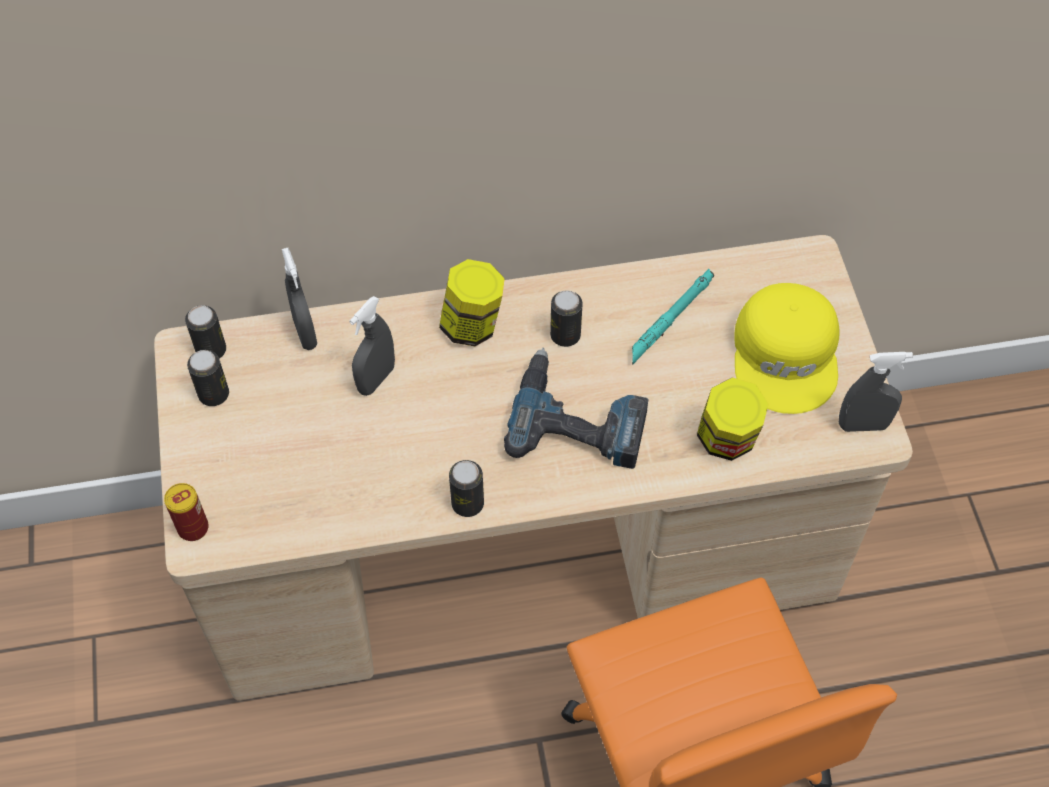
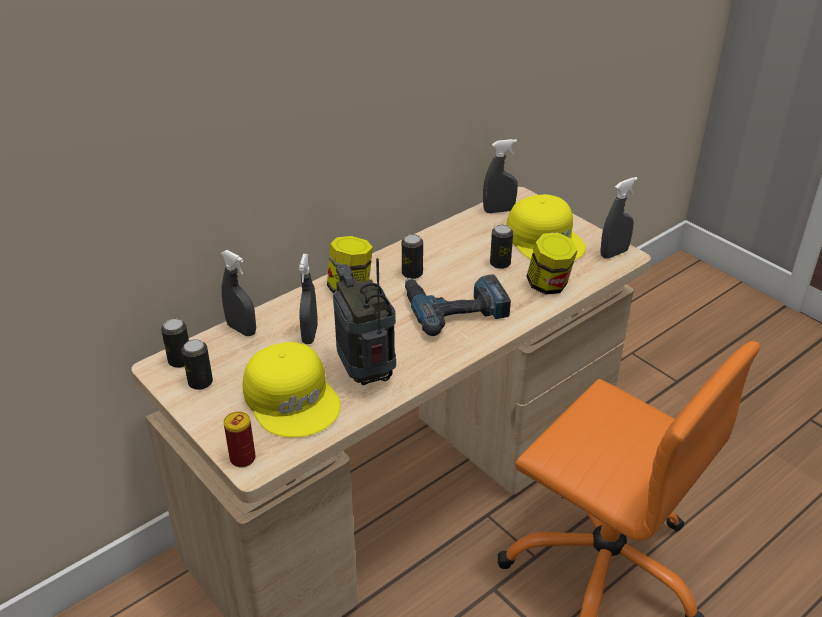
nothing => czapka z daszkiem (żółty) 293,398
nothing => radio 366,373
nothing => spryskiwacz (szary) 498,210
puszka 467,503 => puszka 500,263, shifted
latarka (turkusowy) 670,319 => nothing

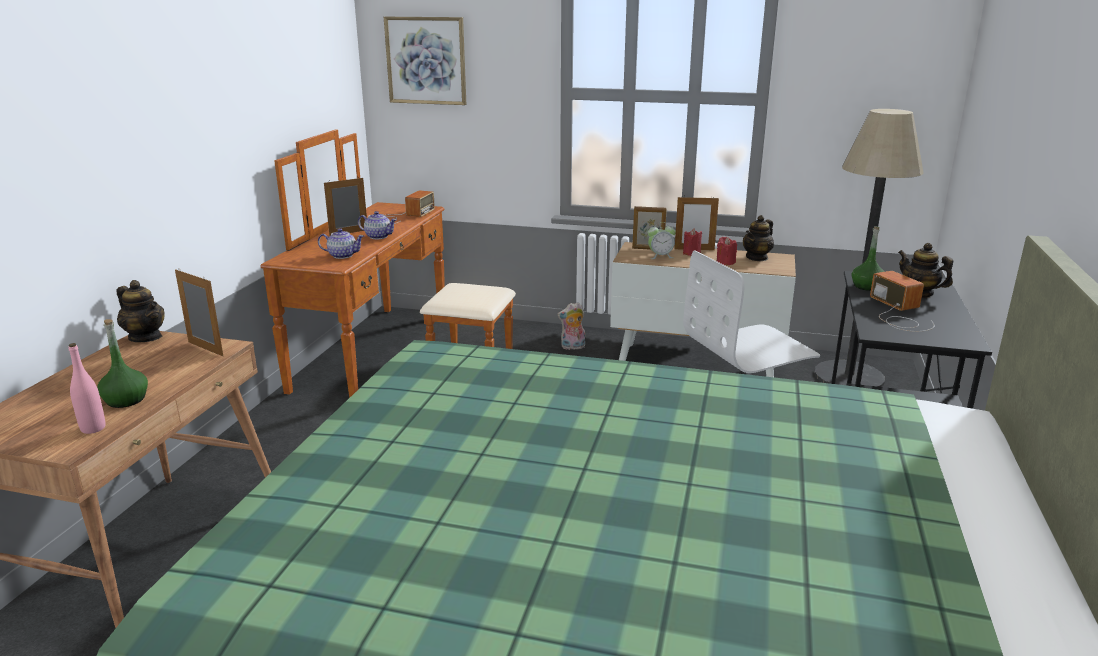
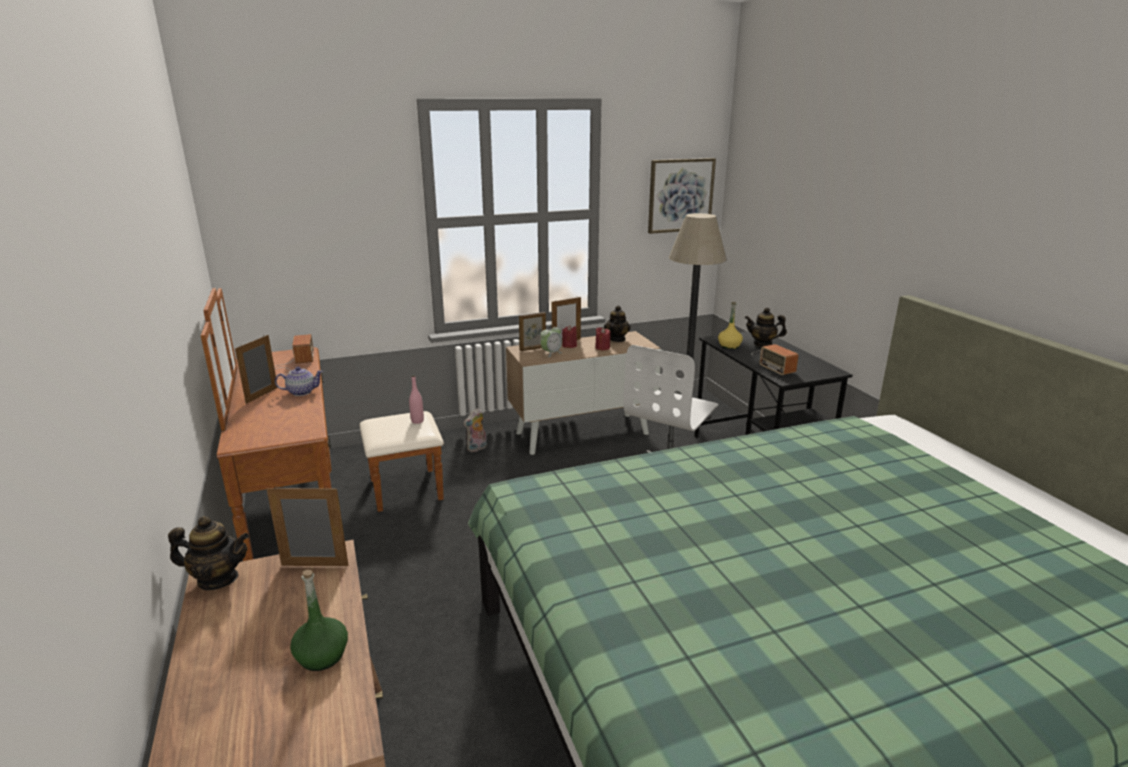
butelka (różowy) 93,428 => butelka (różowy) 417,421, shifted
obraz 426,60 => obraz 680,195, shifted
butelka (zielony) 866,286 => butelka (żółty) 729,346
radio 898,313 => radio 774,361, 150 degrees counterclockwise
imbryk 342,255 => nothing

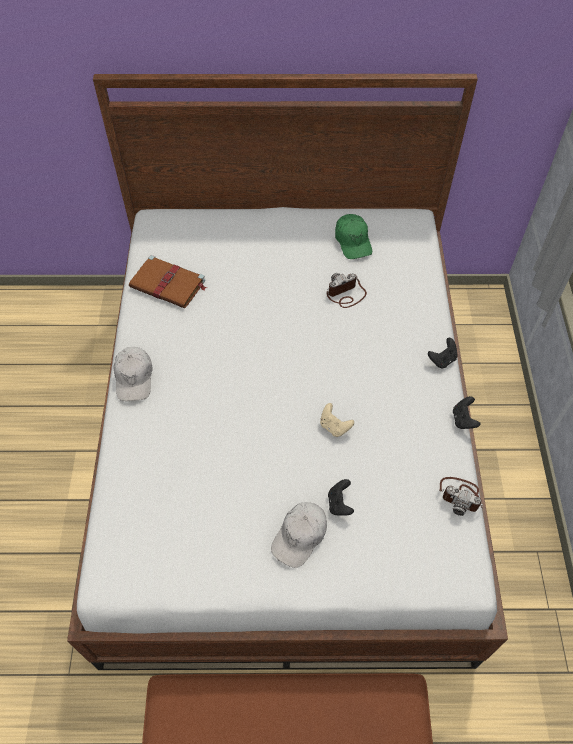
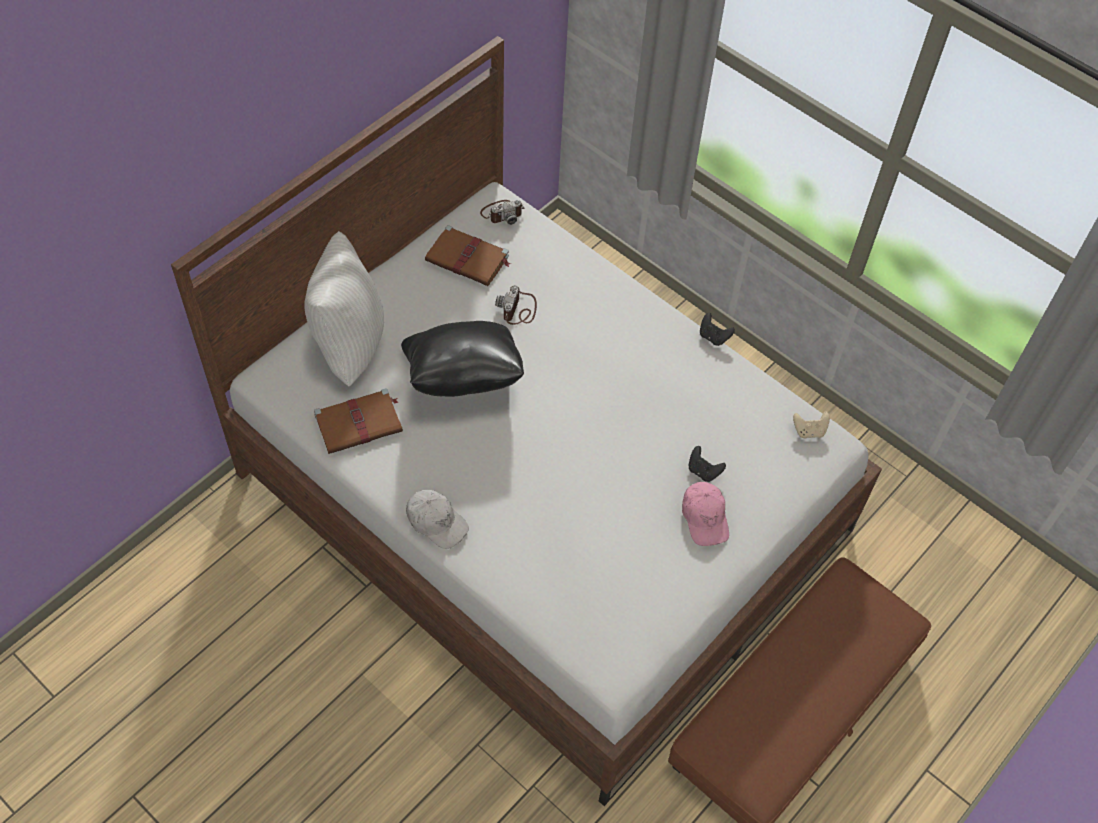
nothing => poduszka (biały) 348,345
nothing => poduszka (czarny) 462,382
czapka z daszkiem (zielony) 353,241 => książka (brązowy) 468,259
aparat fotograficzny 460,495 => aparat fotograficzny 502,213, shifted
czapka z daszkiem (biały) 300,536 => czapka z daszkiem (różowy) 705,517
pad do gier (beżowy) 334,426 => pad do gier (beżowy) 809,431, shifted
pad do gier (czarny) 442,360 => nothing

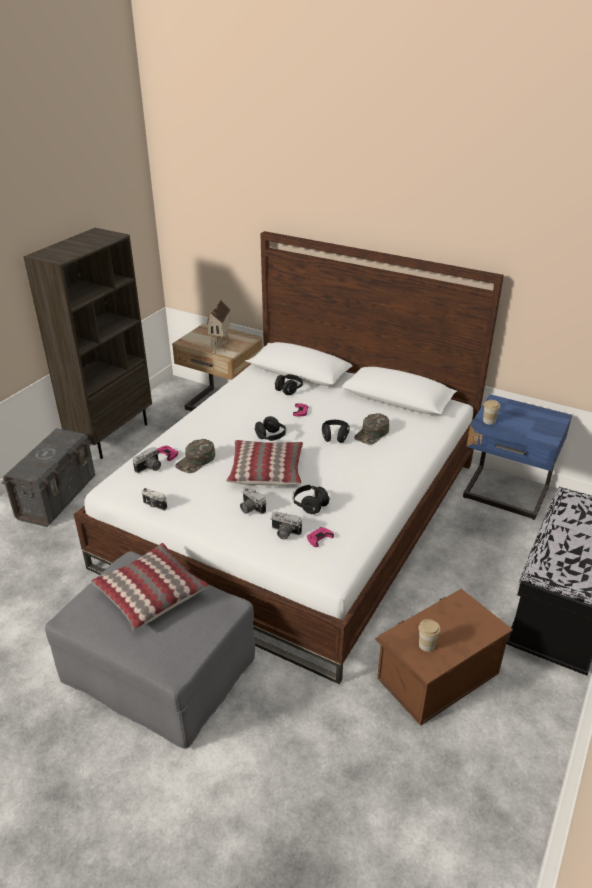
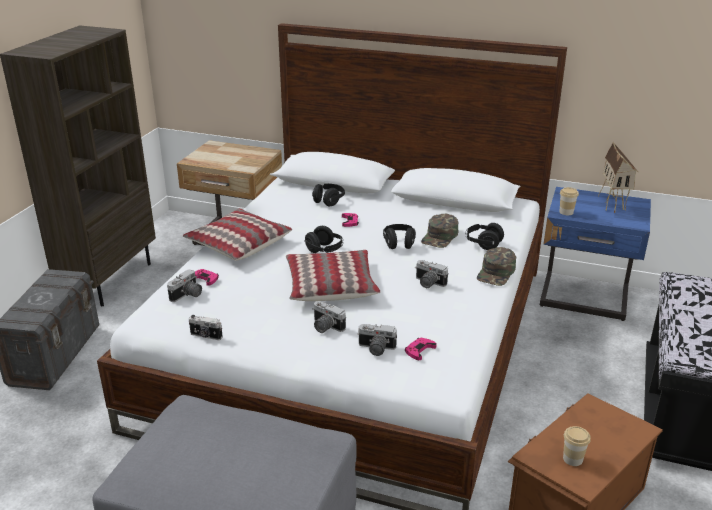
poduszka 150,593 => poduszka 238,244, shifted
nothing => aparat fotograficzny 428,283
słuchawki (czarny) 310,505 => słuchawki (czarny) 483,244, shifted
czapka z daszkiem (zielony) 196,461 => czapka z daszkiem (zielony) 496,273, shifted
domek 221,347 => domek 613,205, shifted

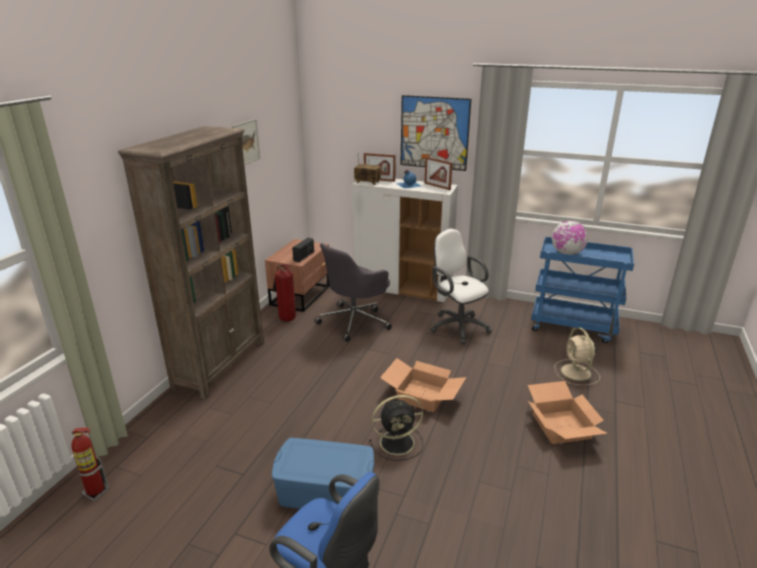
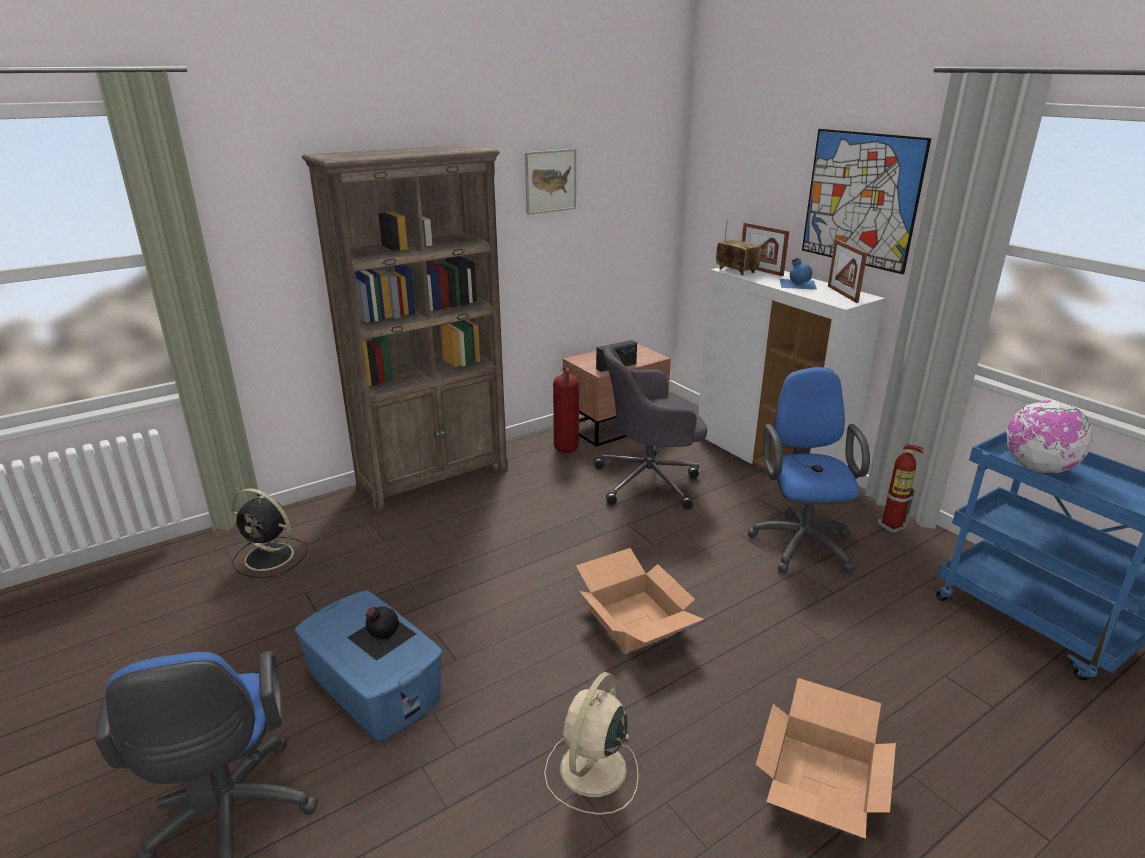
wentylator (czarny) 398,442 => wentylator (czarny) 271,557, shifted
nothing => butelka (czarny) 380,635
wentylator (beżowy) 576,373 => wentylator (beżowy) 591,771, shifted
krzesło biurowe (biały) 457,326 => krzesło biurowe (niebieski) 801,541
gaśnica 96,492 => gaśnica 892,526, shifted

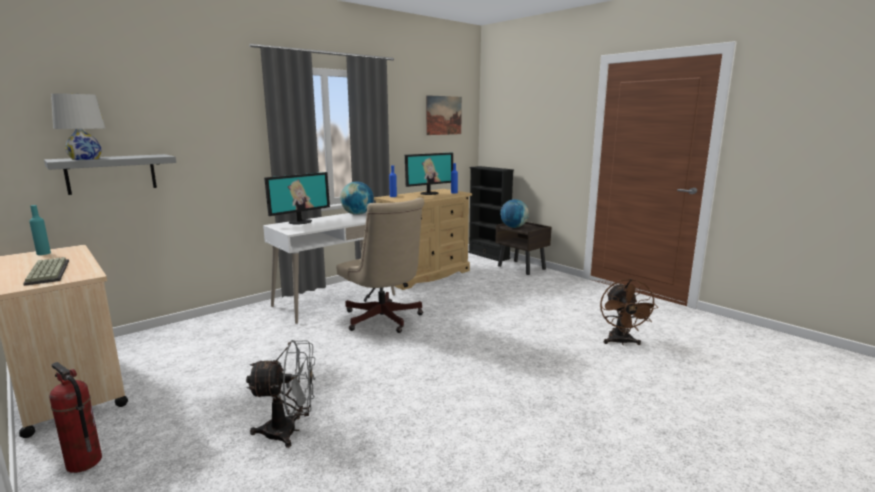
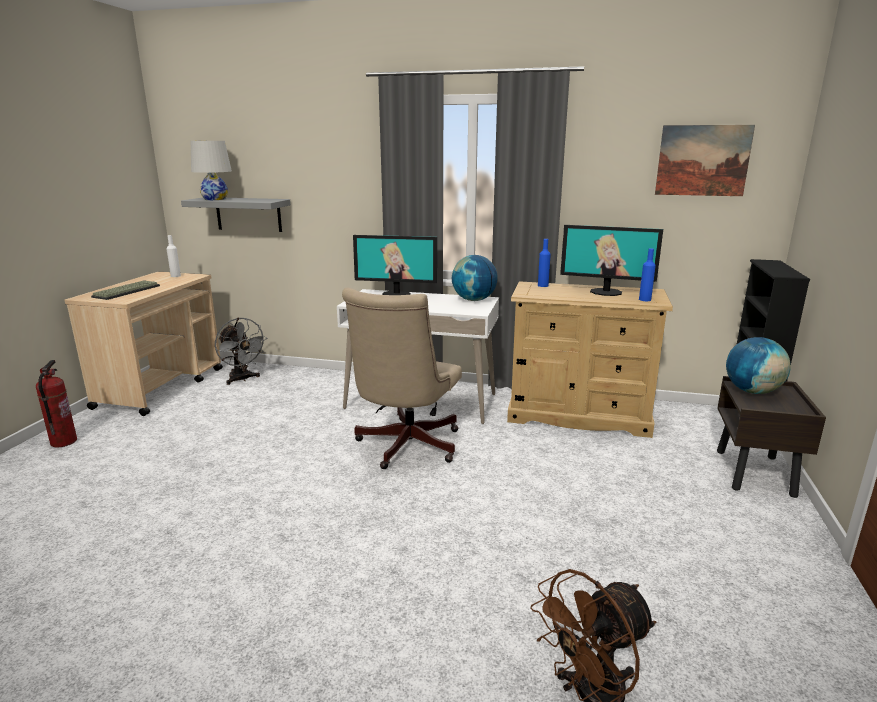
butelka (turkusowy) 43,253 => butelka (biały) 175,276
wentylator (szary) 289,431 => wentylator (szary) 242,379, shifted

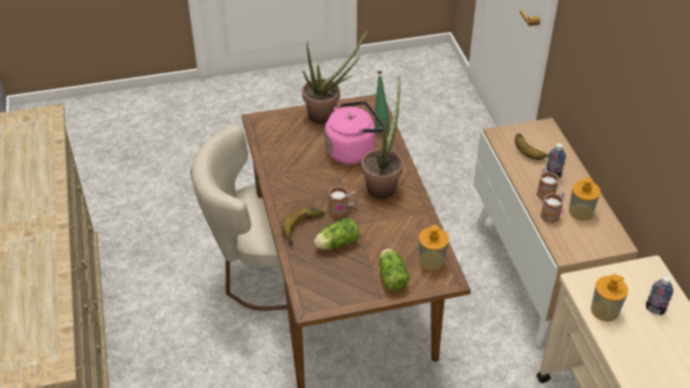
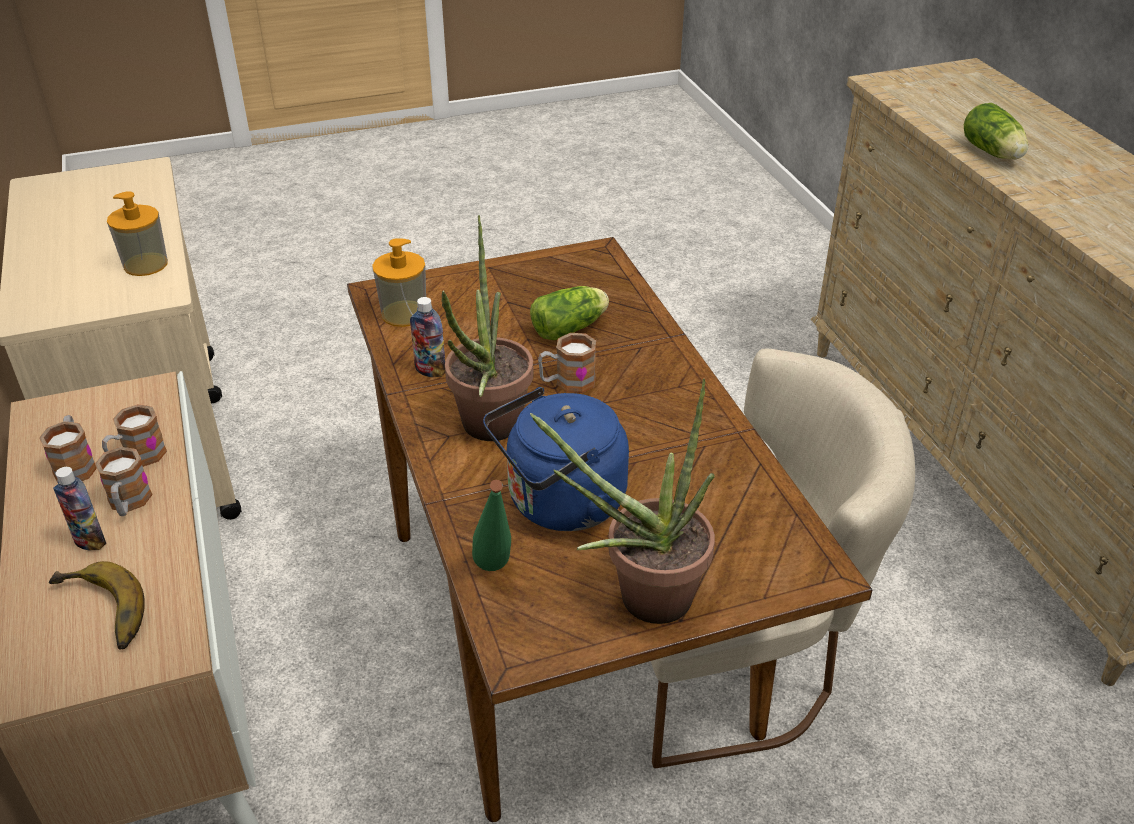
dozownik mydła 580,212 => kubek 76,464
butelka 655,309 => butelka 430,371, shifted
czajnik (różowy) 353,150 => czajnik (niebieski) 560,504
sałata 391,276 => sałata 993,153, shifted
banan 305,228 => nothing

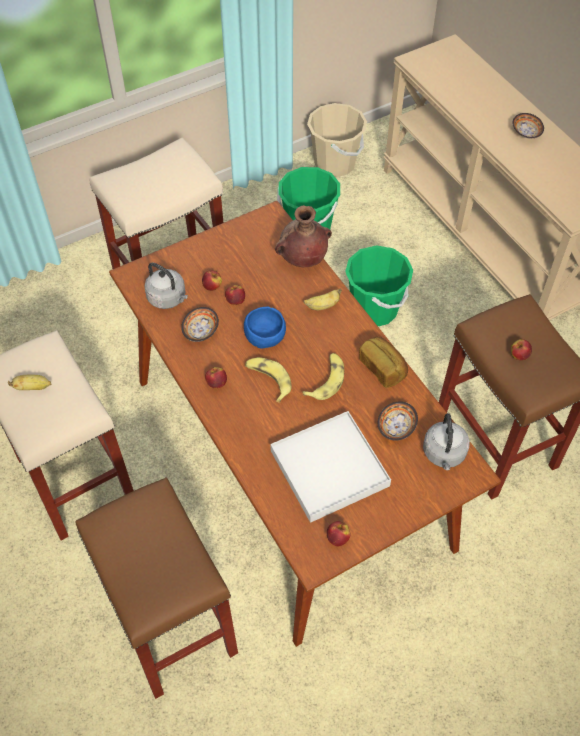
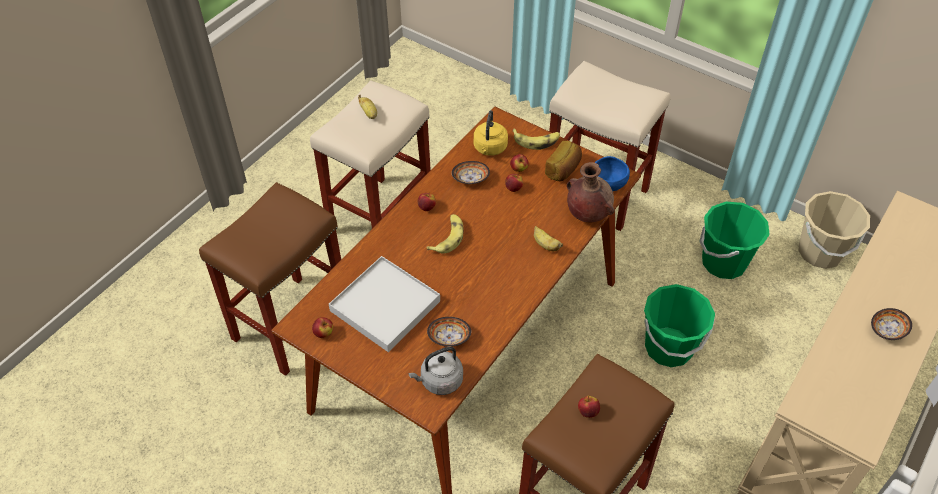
czajnik (szary) 168,298 => czajnik (żółty) 490,149
banan 326,380 => banan 536,141, shifted
chleb 383,368 => chleb 563,169, shifted
miska (niebieski) 265,335 => miska (niebieski) 609,182, shifted

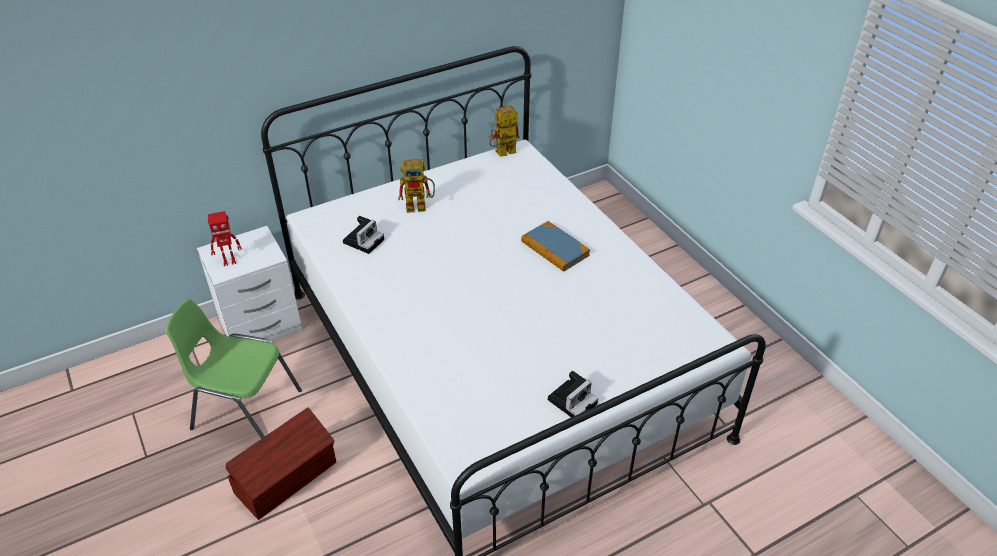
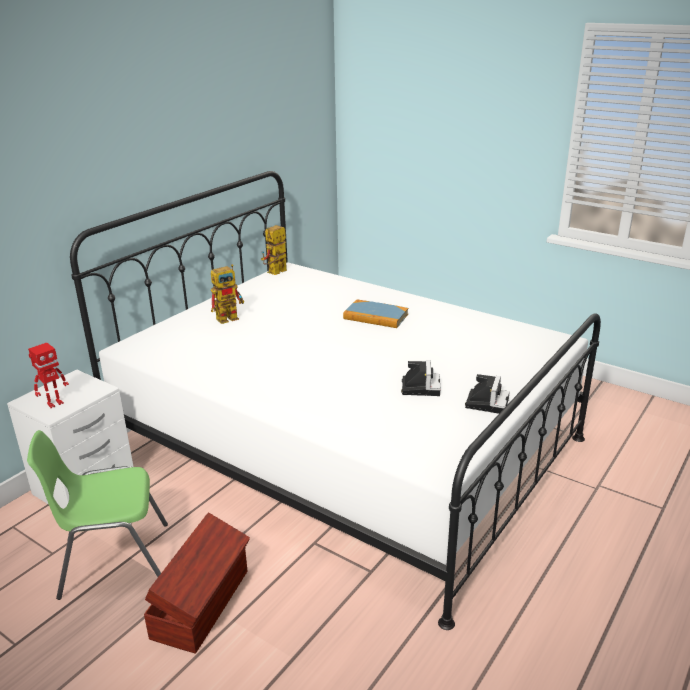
aparat fotograficzny 364,240 => aparat fotograficzny 420,387, shifted

